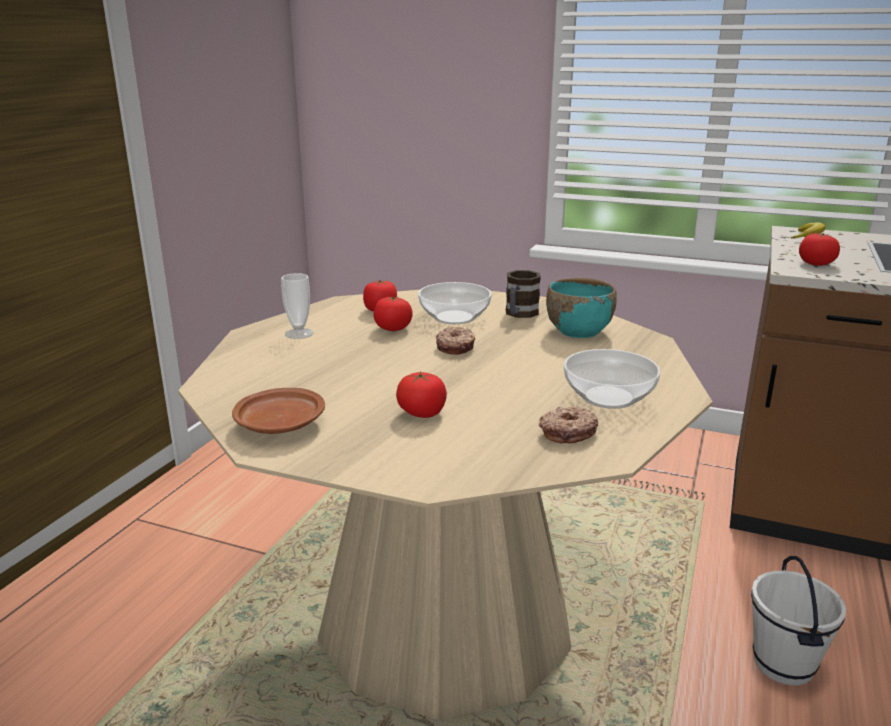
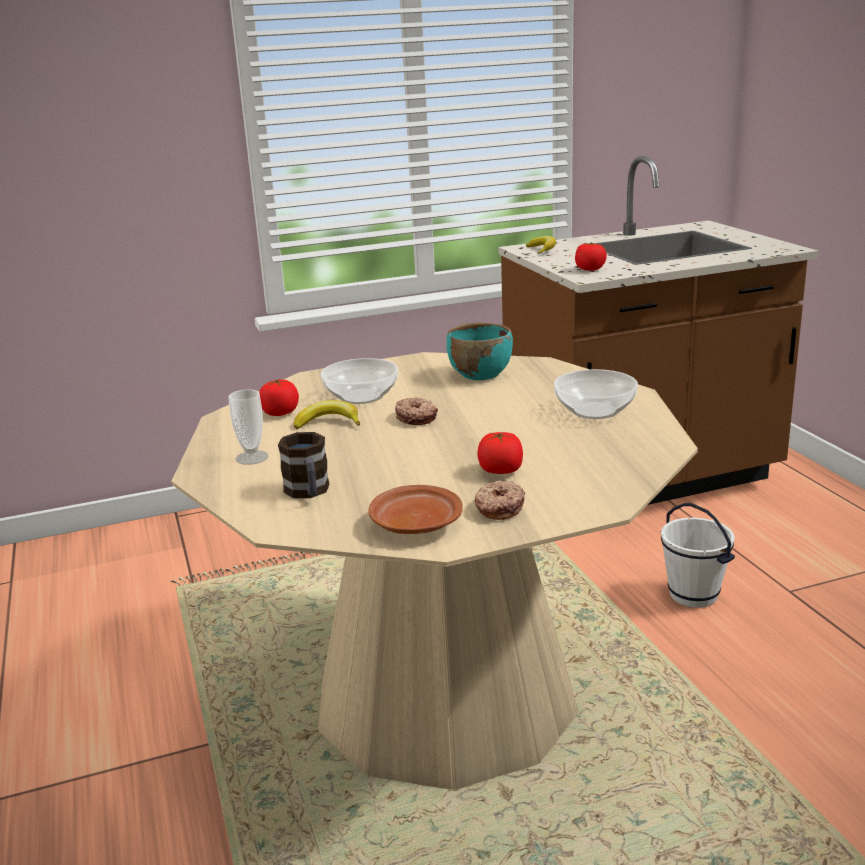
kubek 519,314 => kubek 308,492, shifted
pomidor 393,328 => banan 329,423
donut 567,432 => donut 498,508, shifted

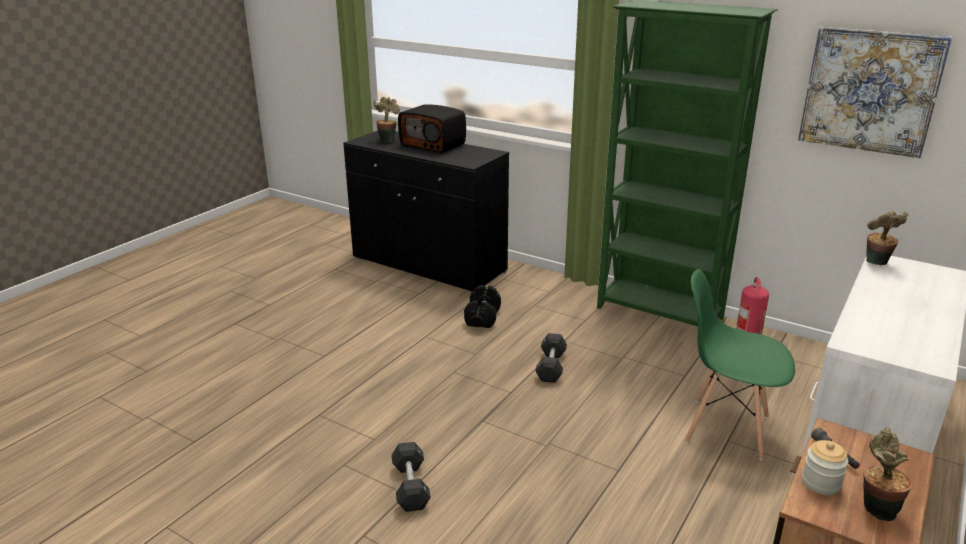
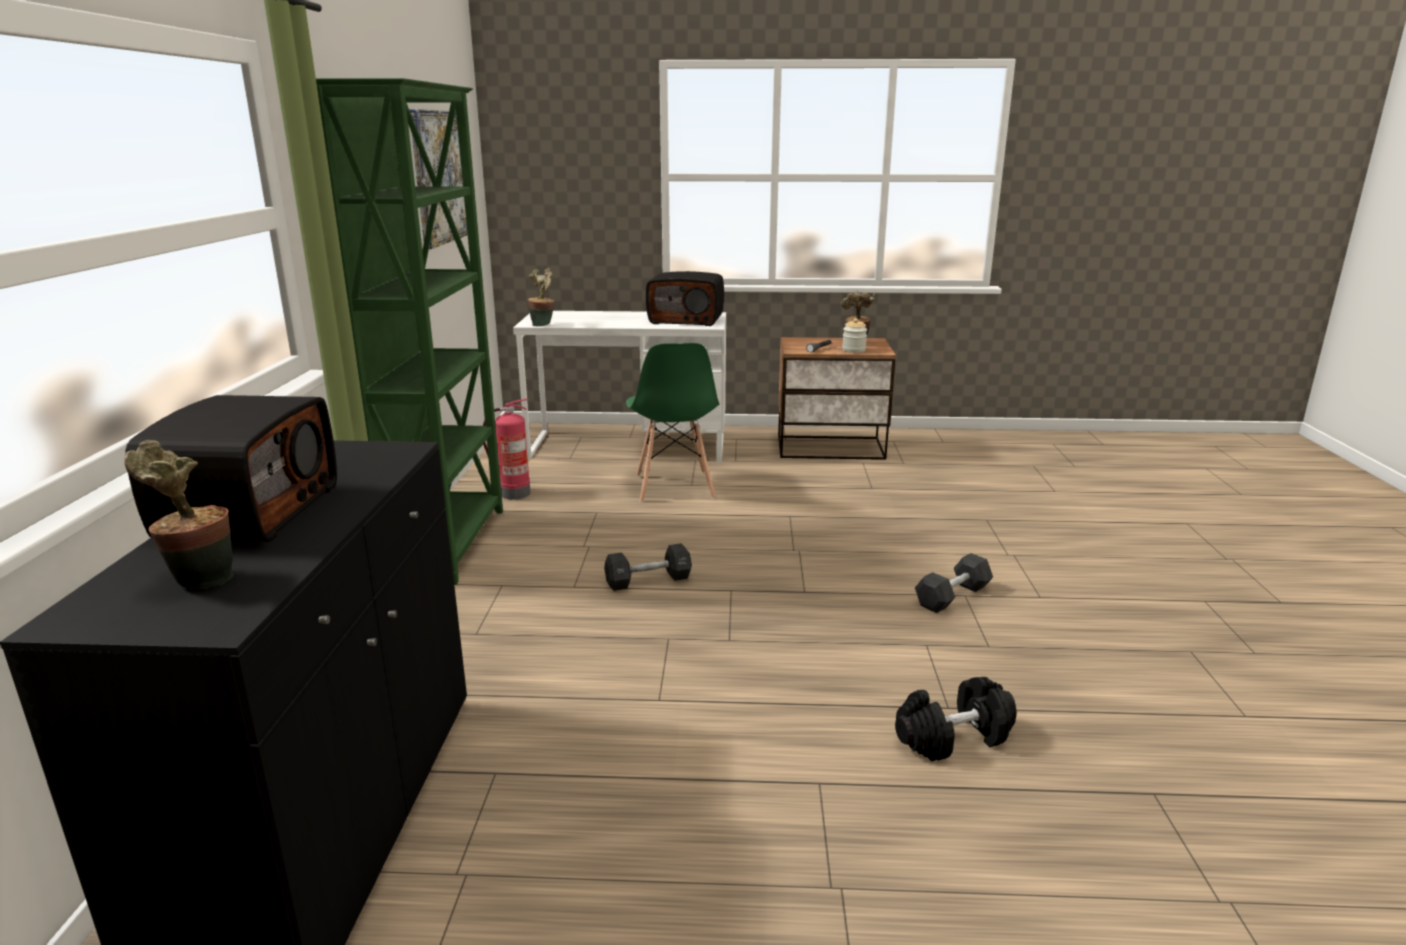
nothing => radio 686,320
hantel (czarny) 482,317 => hantel (czarny) 953,737, shifted

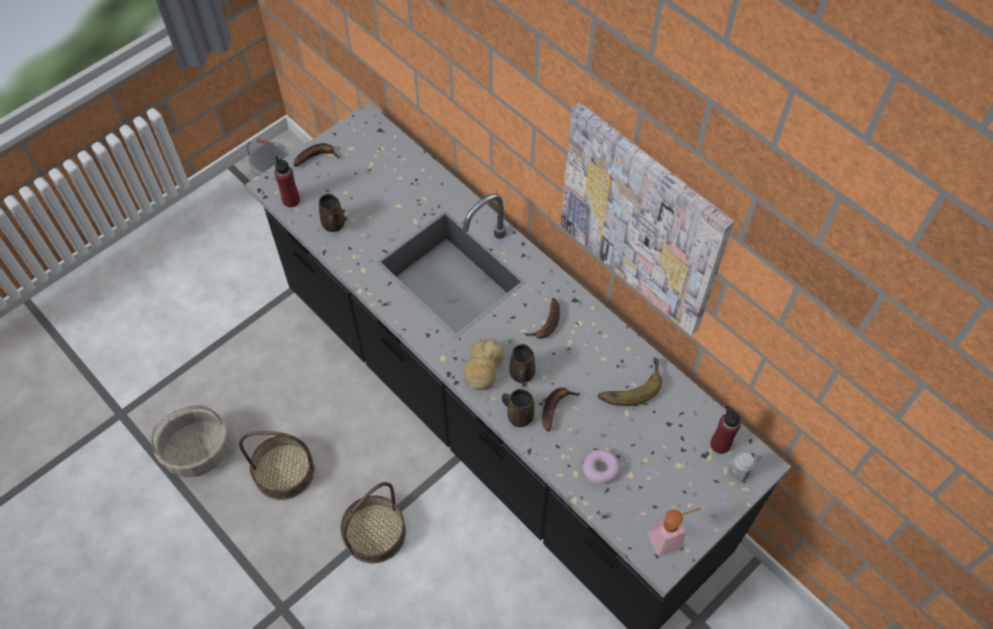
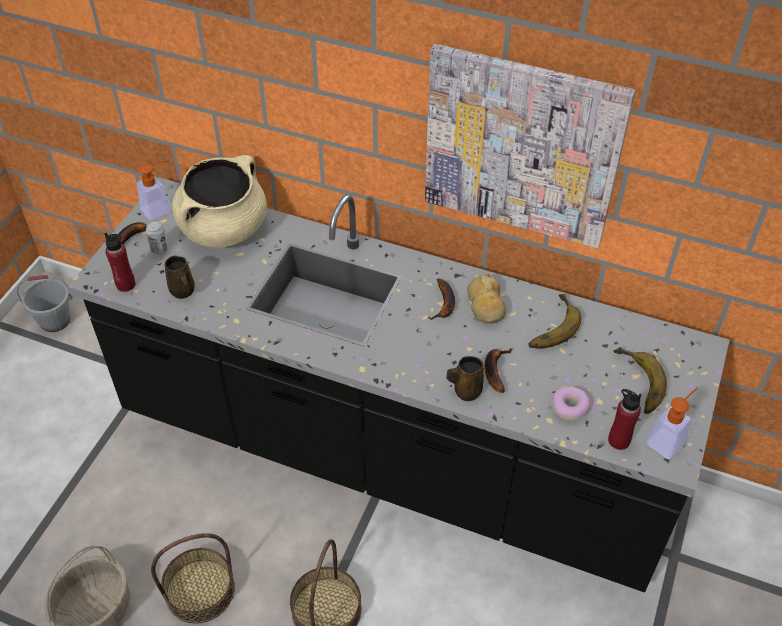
nothing => dozownik mydła 161,208
puszka 738,473 => puszka 160,249, shifted
nothing => garnek (beżowy) 224,229
chleb 483,368 => chleb 485,305, shifted
butelka (czerwony) 720,444 => butelka (czerwony) 618,440, shifted
nothing => banan 635,383
kubek (brązowy) 521,374 => nothing

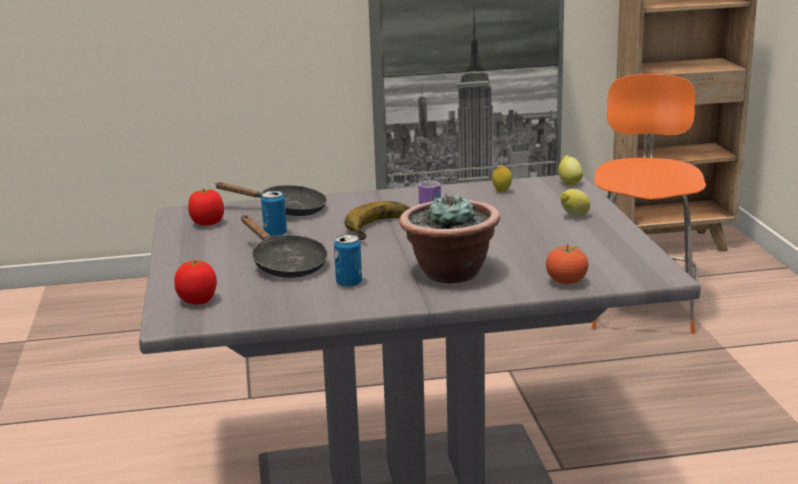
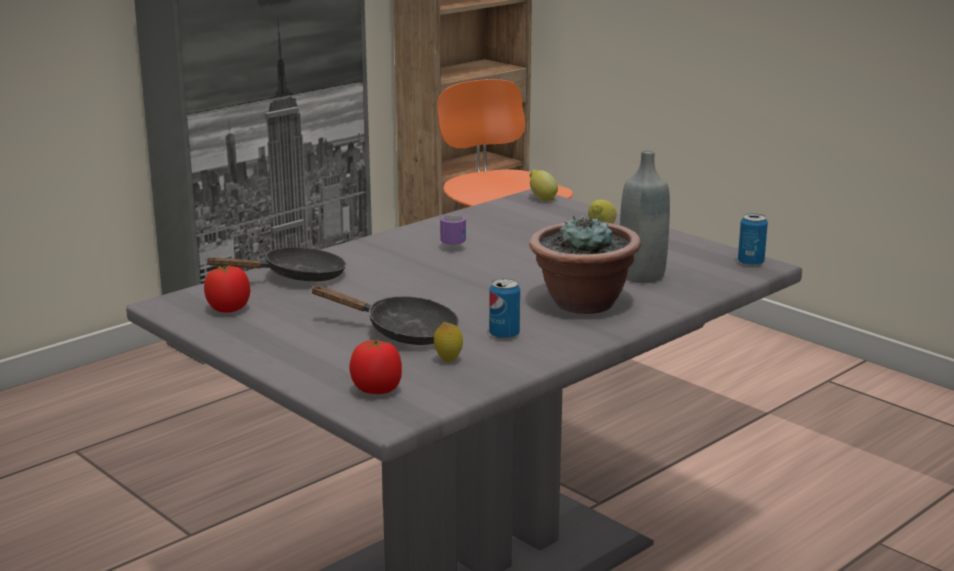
cytryna 502,191 => cytryna 448,360, shifted
nothing => butelka (szary) 641,276
puszka 275,234 => puszka 750,263, shifted
banan 384,228 => nothing
pomidor 566,282 => nothing

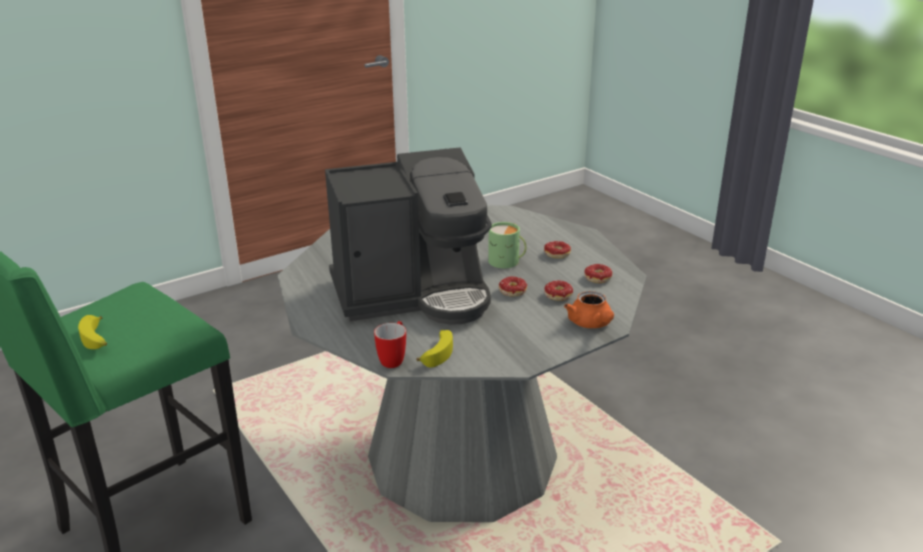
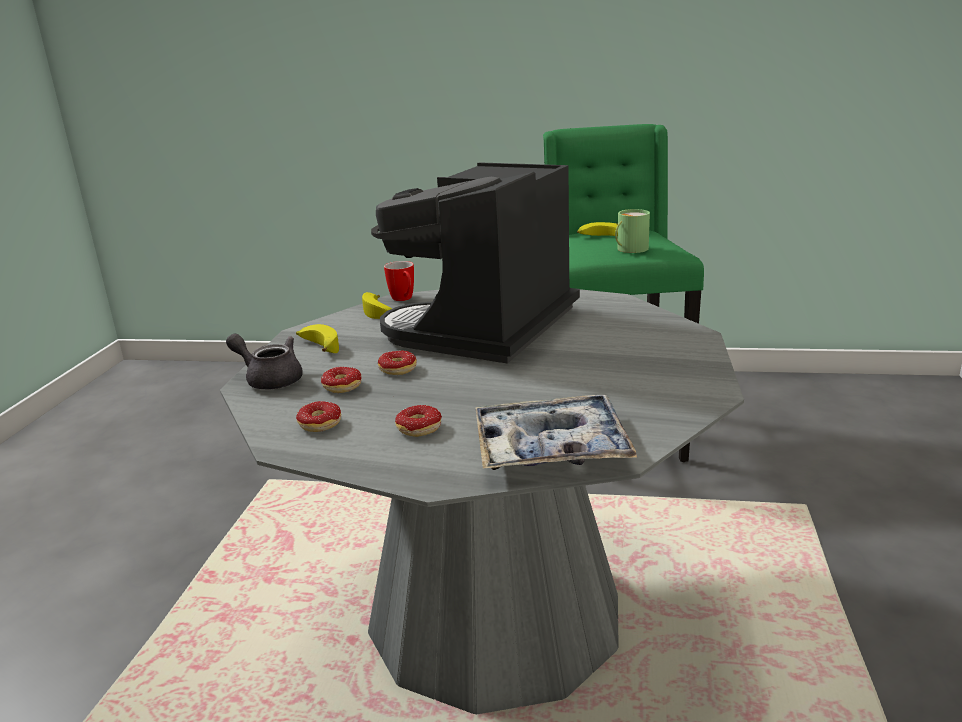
imbryk (pomarańczowy) 591,324 => imbryk (szary) 270,379
nothing => banan 318,347
nothing => taca 551,447
kubek (zielony) 507,262 => kubek (zielony) 629,249, shifted

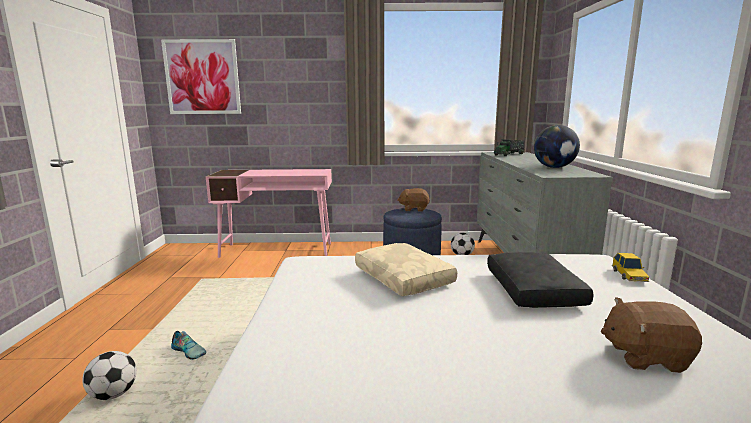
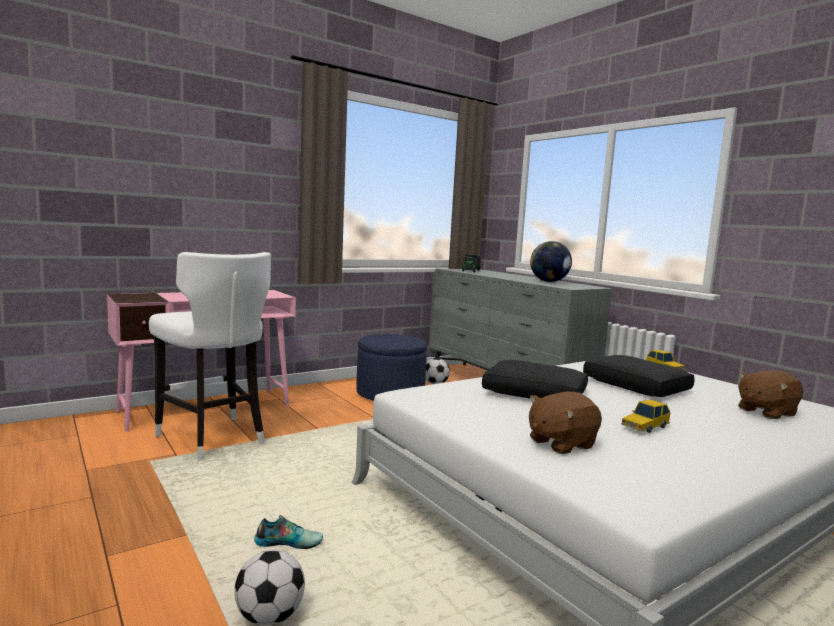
nothing => stołek (biały) 213,439
poduszka (beżowy) 405,278 => poduszka (czarny) 535,393
pluszak (brązowy) 414,209 => pluszak (brązowy) 560,443, shifted
nothing => samochodzik 644,426
obraz 202,77 => nothing

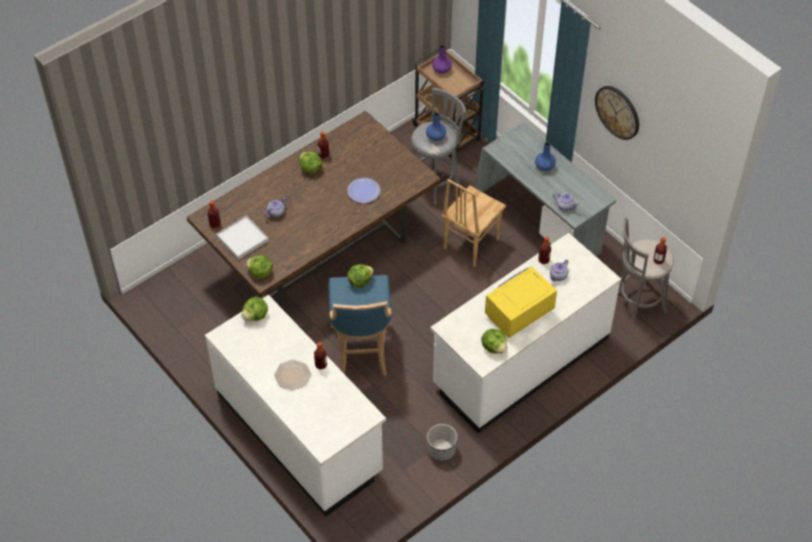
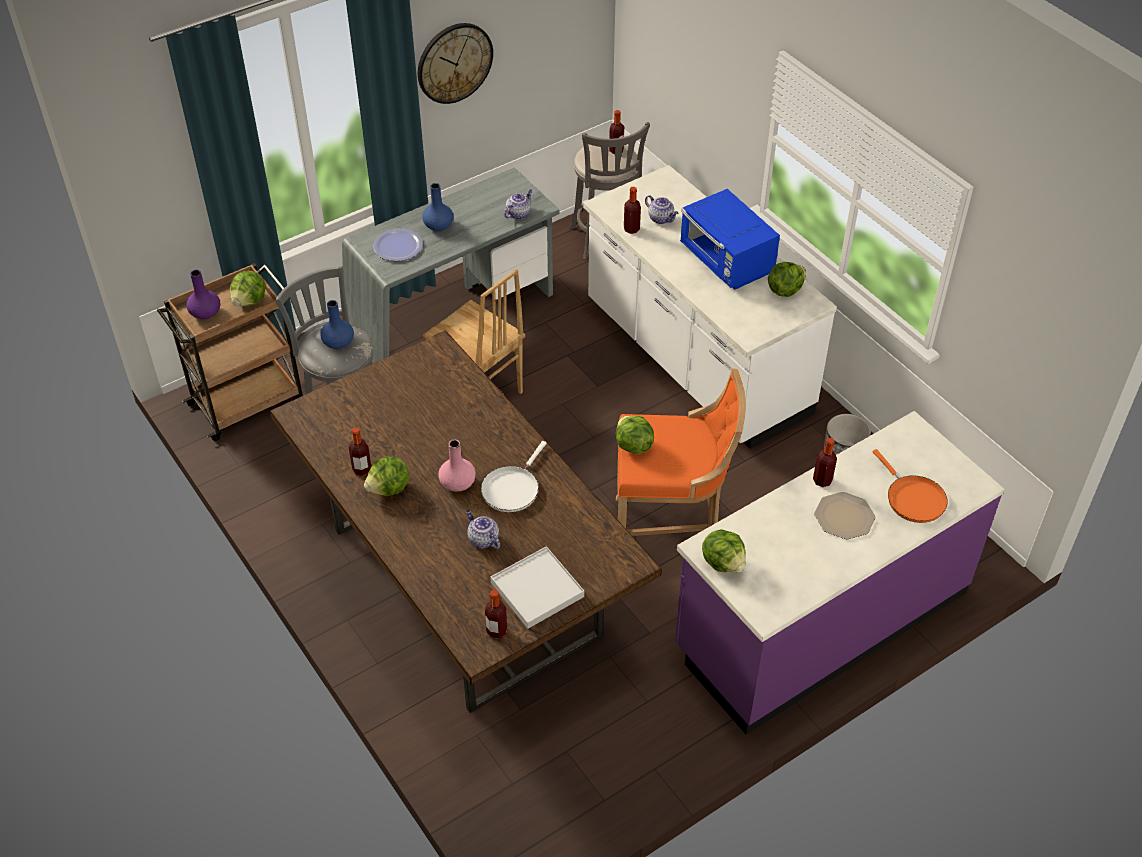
sałata 260,273 => sałata 250,301, shifted
talerz 364,191 => talerz 398,246, shifted
nothing => wazon (różowy) 458,483
nothing => patelnia (biały) 512,488
stołek (niebieski) 361,352 => stołek (pomarańczowy) 670,534
zabudowa kuchenna (biały) 299,432 => zabudowa kuchenna (fioletowy) 820,620
mikrofalówka (żółty) 518,314 => mikrofalówka (niebieski) 726,262
nothing => patelnia (pomarańczowy) 912,498

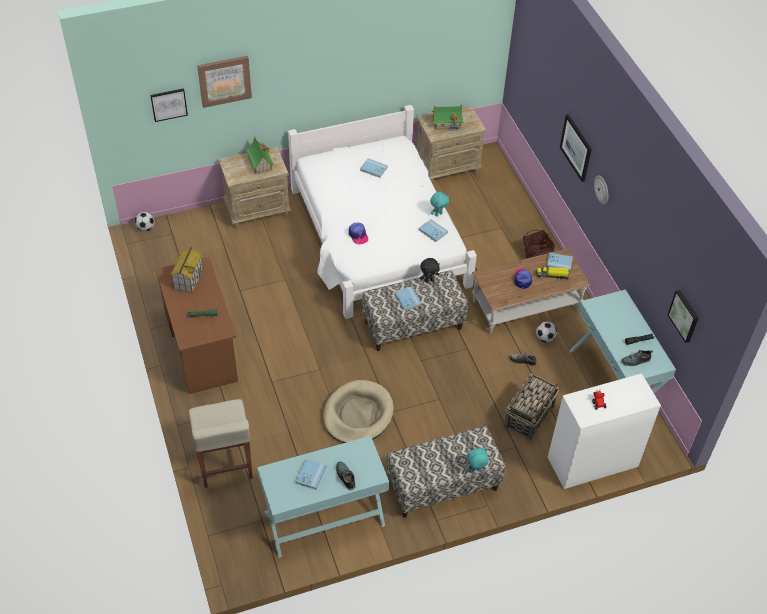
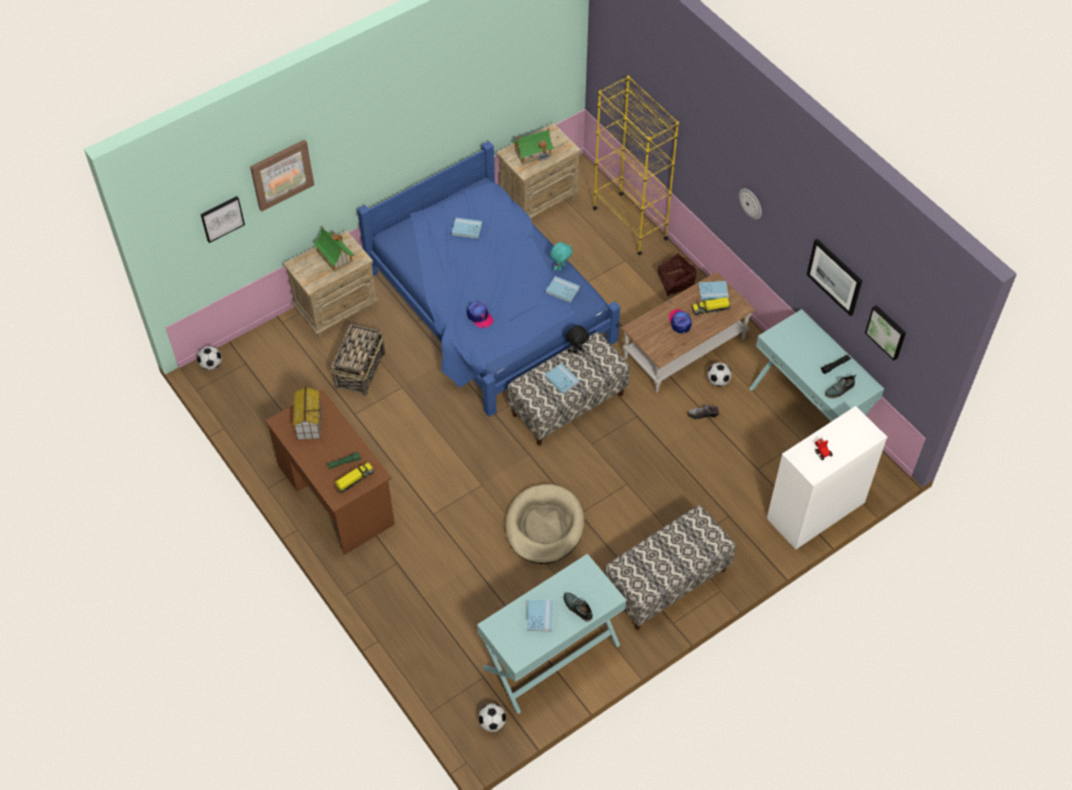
koszyk 529,415 => koszyk 360,369, shifted
nothing => ciężarówka zabawkowa 353,480
łóżko (biały) 378,237 => łóżko (niebieski) 489,307
nothing => piłka futbolowa 492,723
nothing => regał (żółty) 630,223
obraz 576,147 => obraz 835,276, shifted
stołek (beżowy) 225,465 => nothing
pluszak (turkusowy) 475,470 => nothing

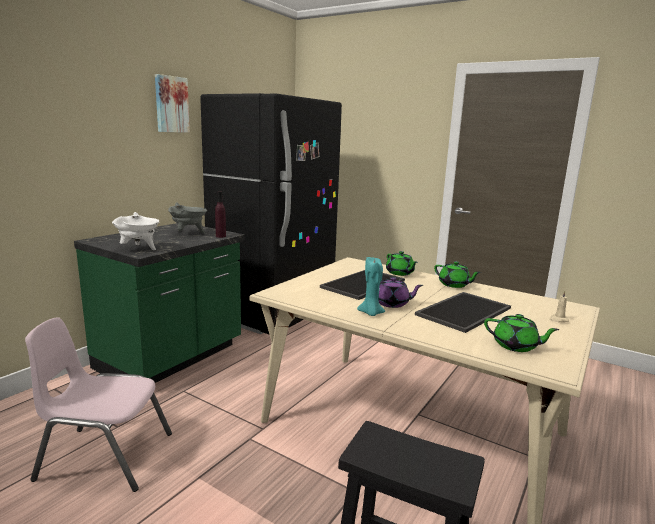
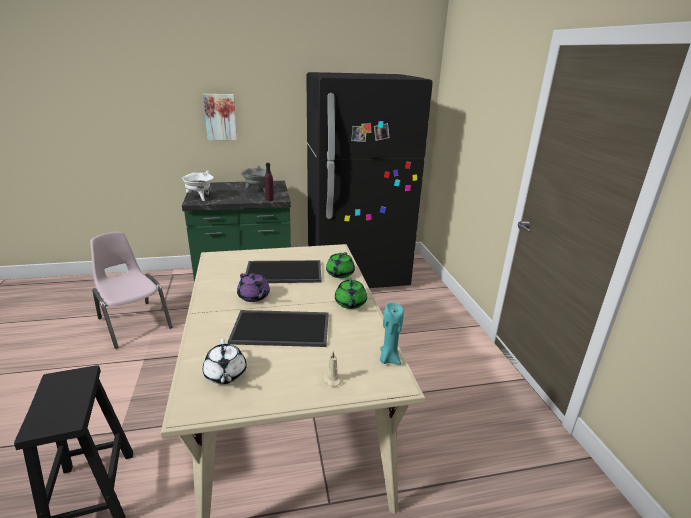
obraz 171,104 => obraz 220,117, shifted
imbryk (zielony) 516,346 => imbryk (biały) 225,375
świeca (turkusowy) 371,313 => świeca (turkusowy) 388,359, shifted

